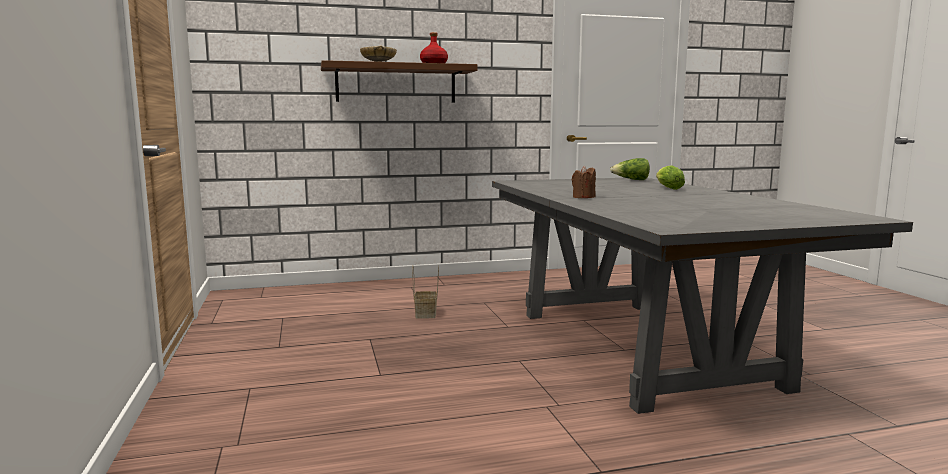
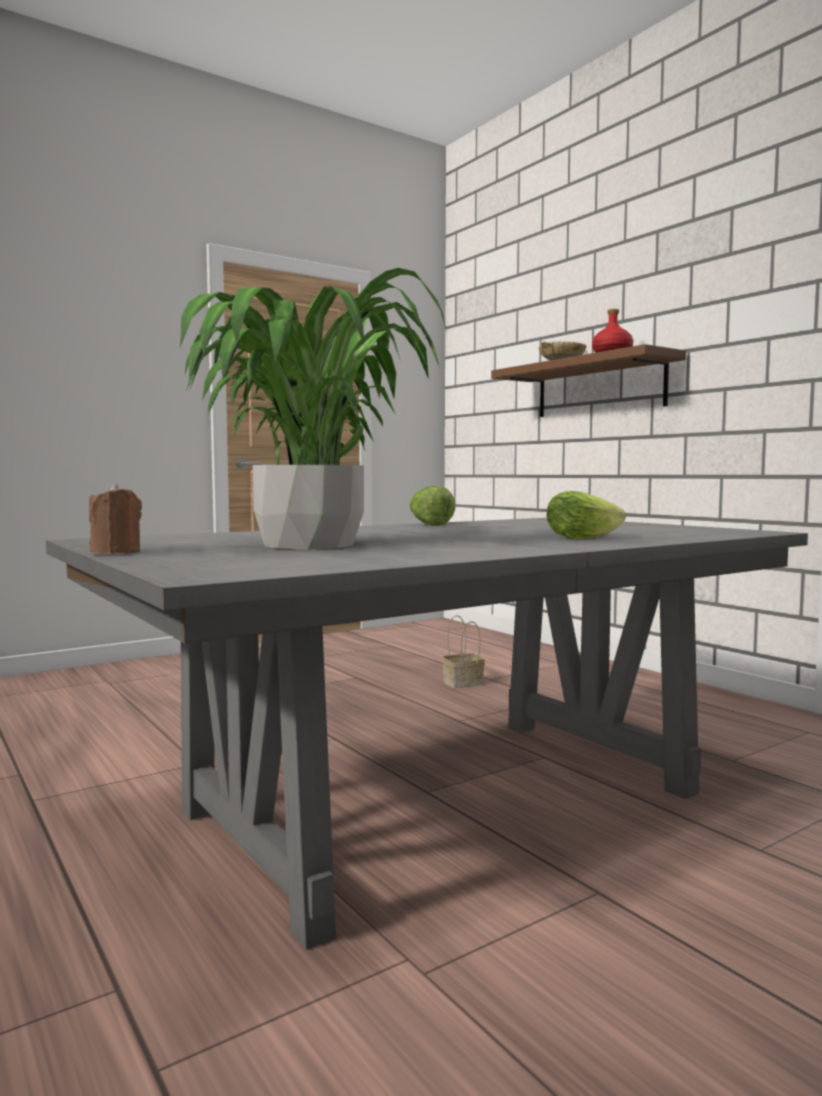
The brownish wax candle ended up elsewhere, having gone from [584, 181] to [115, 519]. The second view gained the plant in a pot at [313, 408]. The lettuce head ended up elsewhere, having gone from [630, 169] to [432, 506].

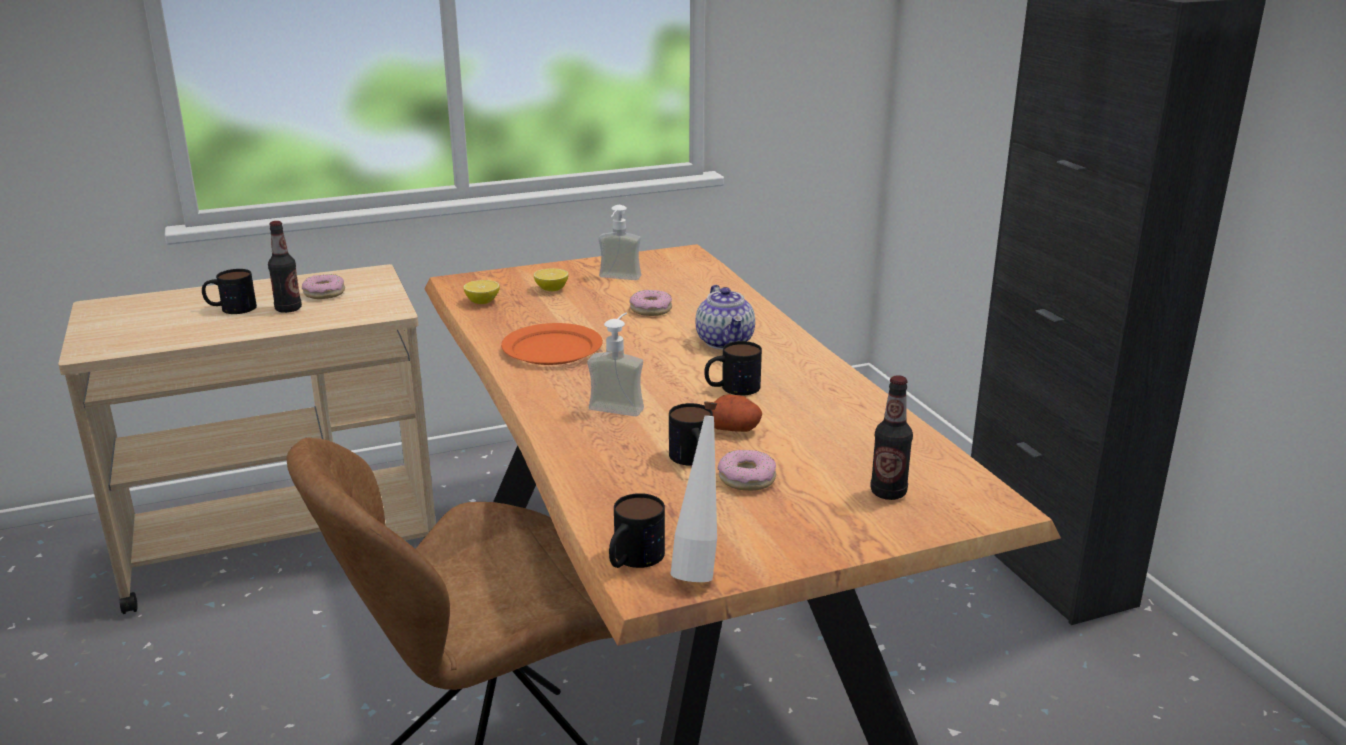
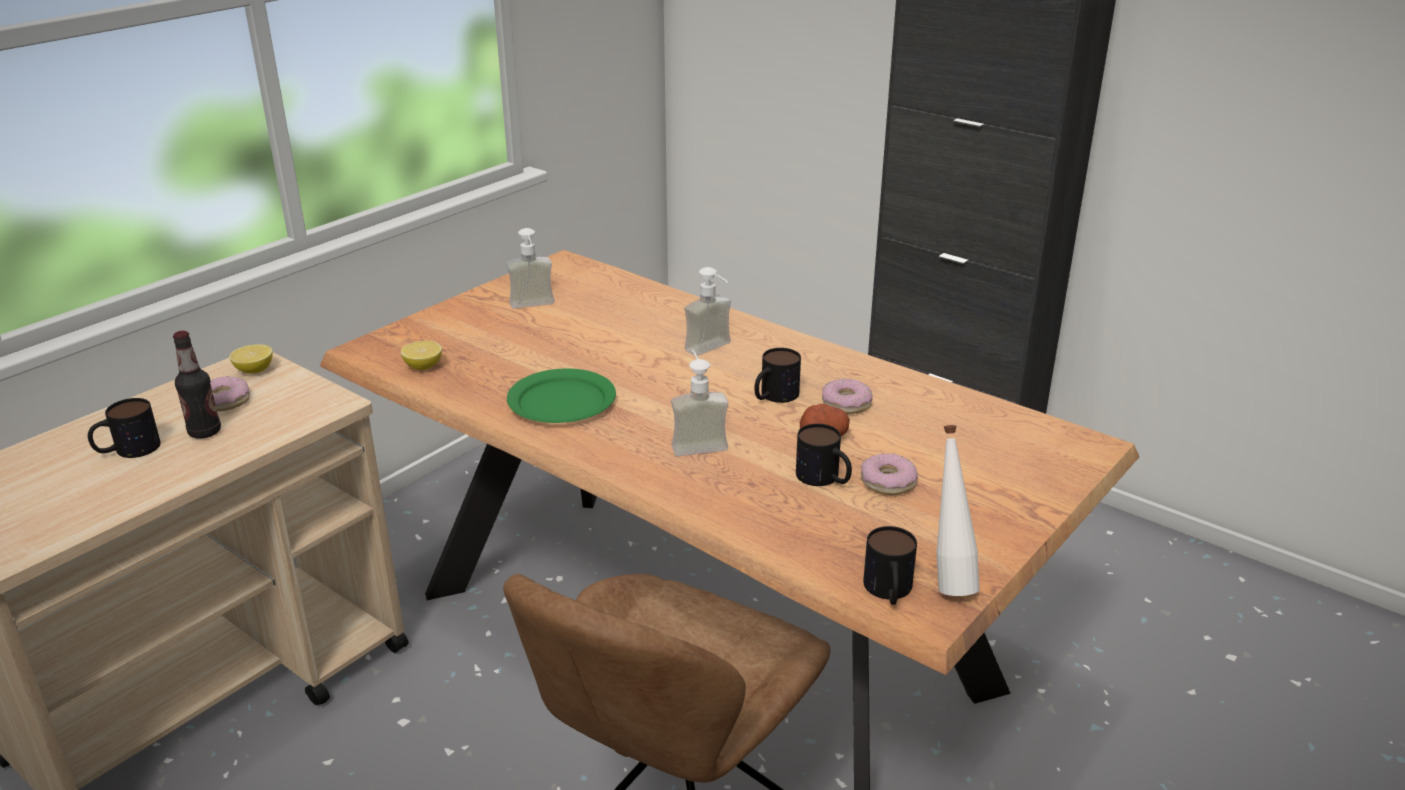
The whole lemon ended up elsewhere, having gone from [551, 279] to [251, 359]. What was the orangey dinner plate at [552, 344] turned into the green-coloured dinner plate at [561, 395]. Where the pot for tea stood at [725, 317], the liquid soap bottle came to stand at [707, 311]. The doughnut ended up elsewhere, having gone from [650, 303] to [847, 396]. The second view lost the beverage bottle at [891, 437].

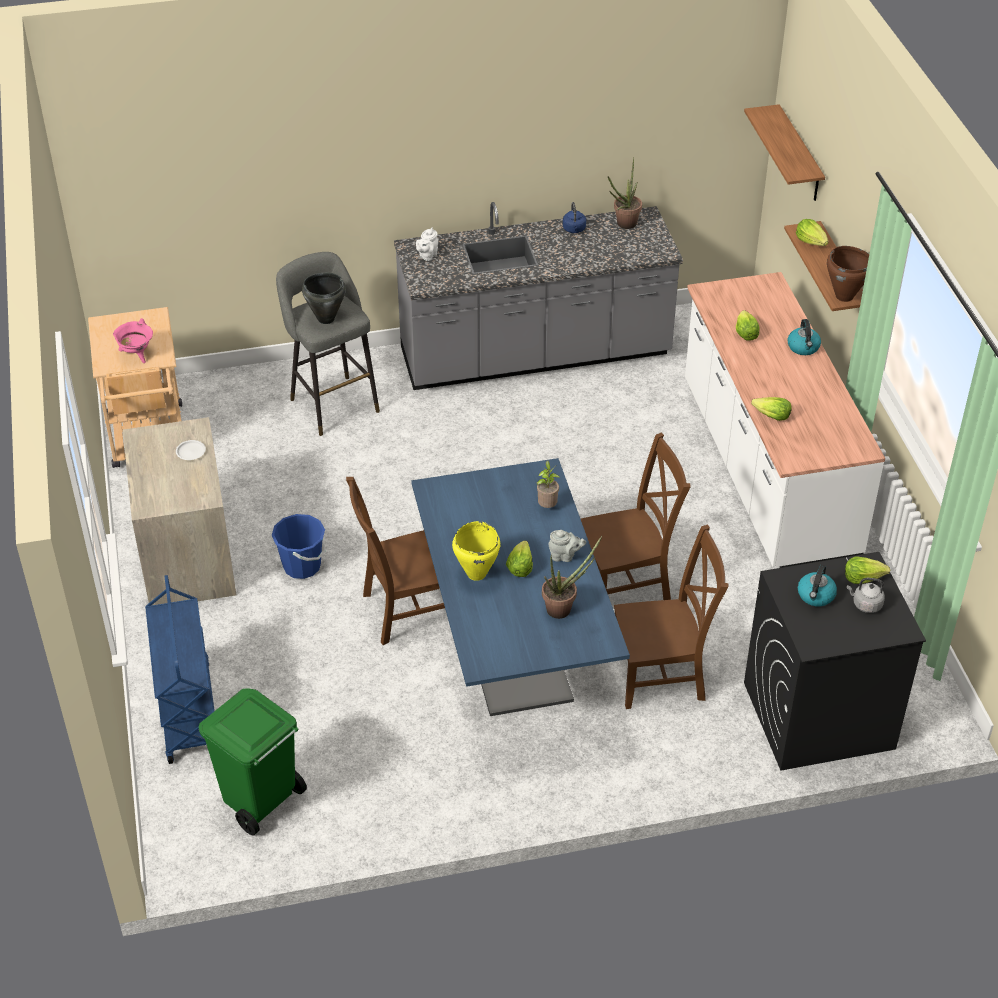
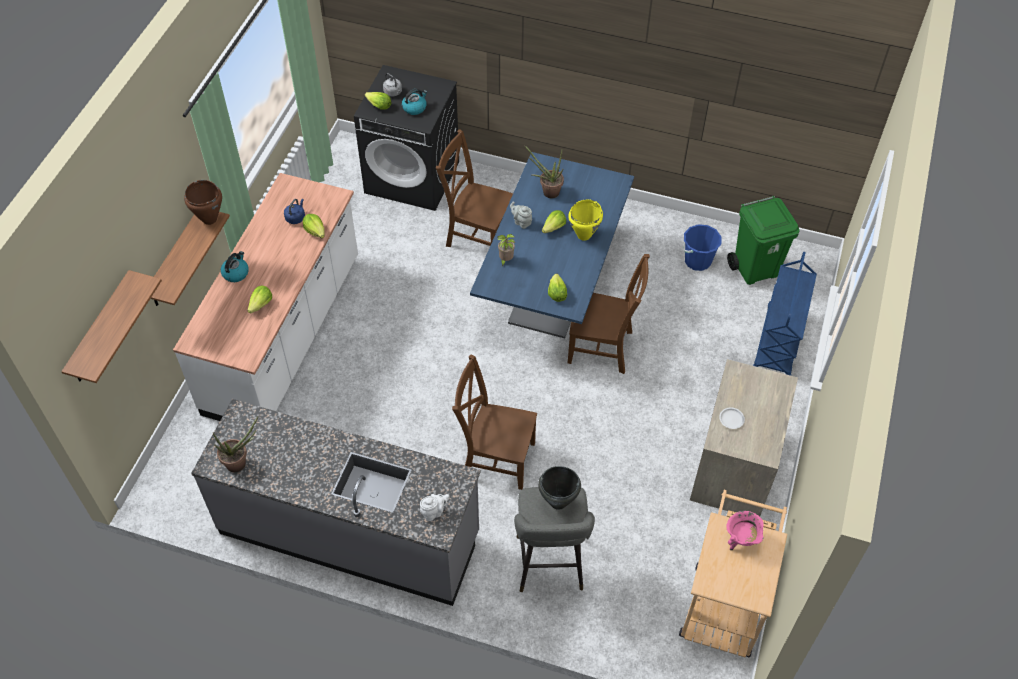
The blue water kettle ended up elsewhere, having gone from [574, 217] to [294, 211]. The brownish plain chair ended up elsewhere, having gone from [636, 516] to [494, 422]. The lettuce head ended up elsewhere, having gone from [812, 232] to [557, 288]. The blue water bucket ended up elsewhere, having gone from [298, 546] to [701, 247].

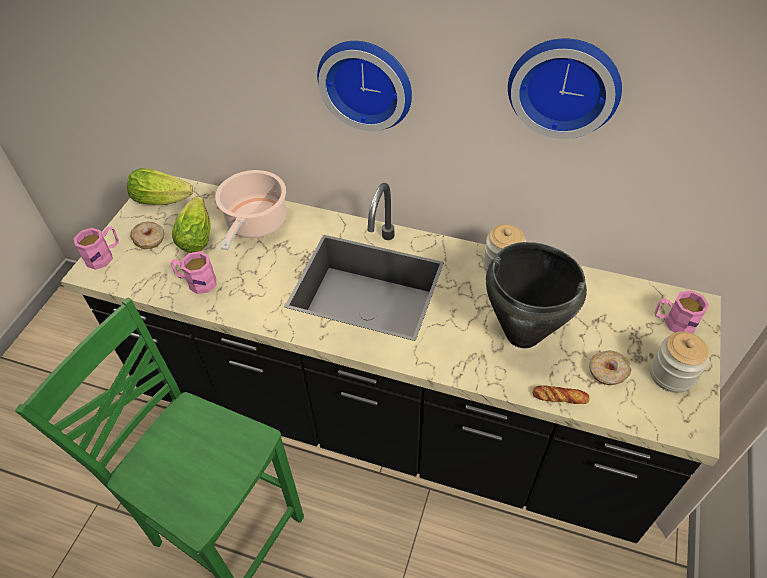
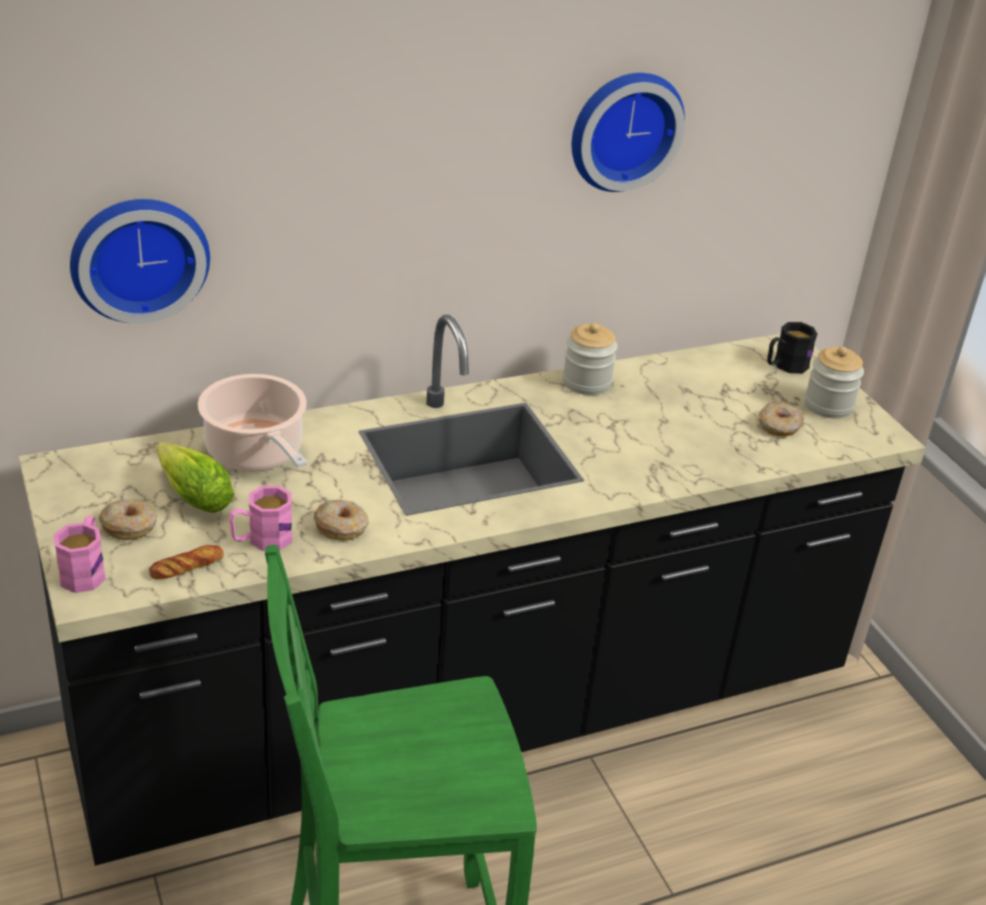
The wall clock ended up elsewhere, having gone from [364, 86] to [140, 261]. The baked bread ended up elsewhere, having gone from [561, 394] to [186, 562]. The second view gained the doughnut at [341, 520]. What was the pinkish mug at [682, 312] turned into the black mug at [792, 347]. The second view lost the lettuce head at [160, 186]. The second view lost the black saucepot at [536, 295].

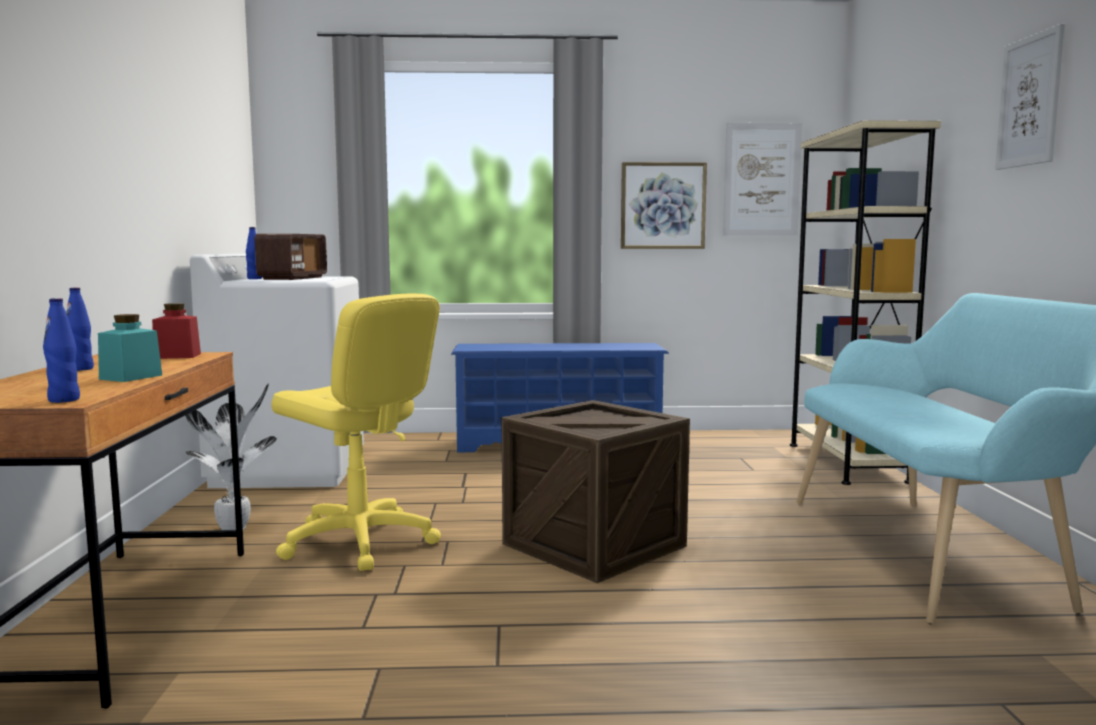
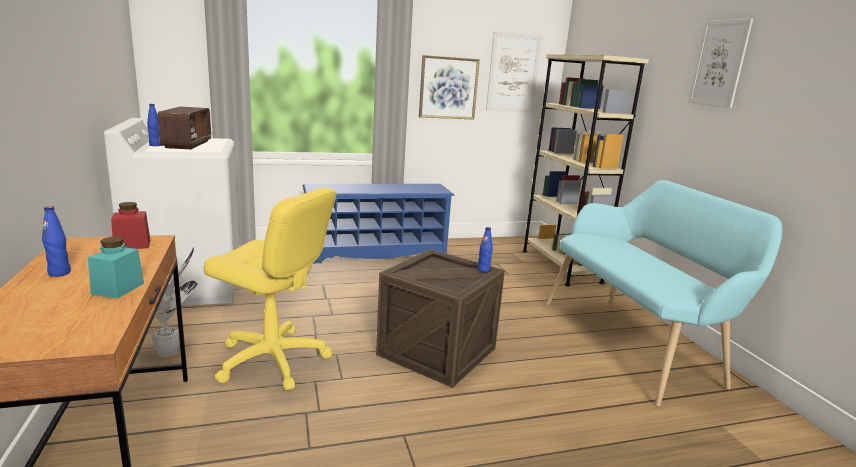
The blue beverage bottle ended up elsewhere, having gone from [61, 350] to [485, 249].

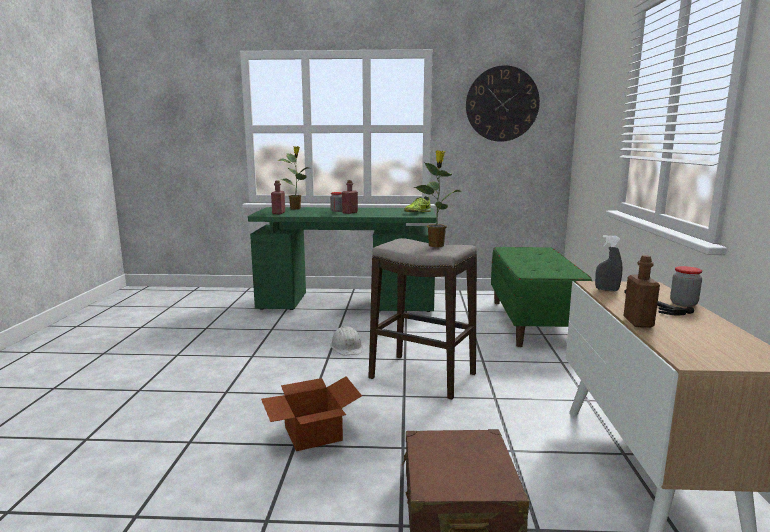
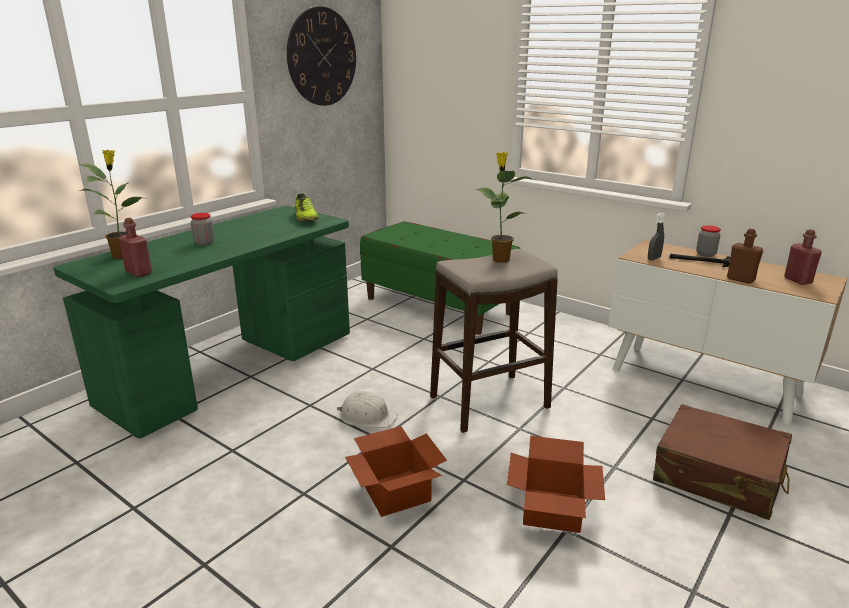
The second view gained the cardboard box at [396, 471]. The red beverage bottle ended up elsewhere, having gone from [350, 197] to [803, 257].

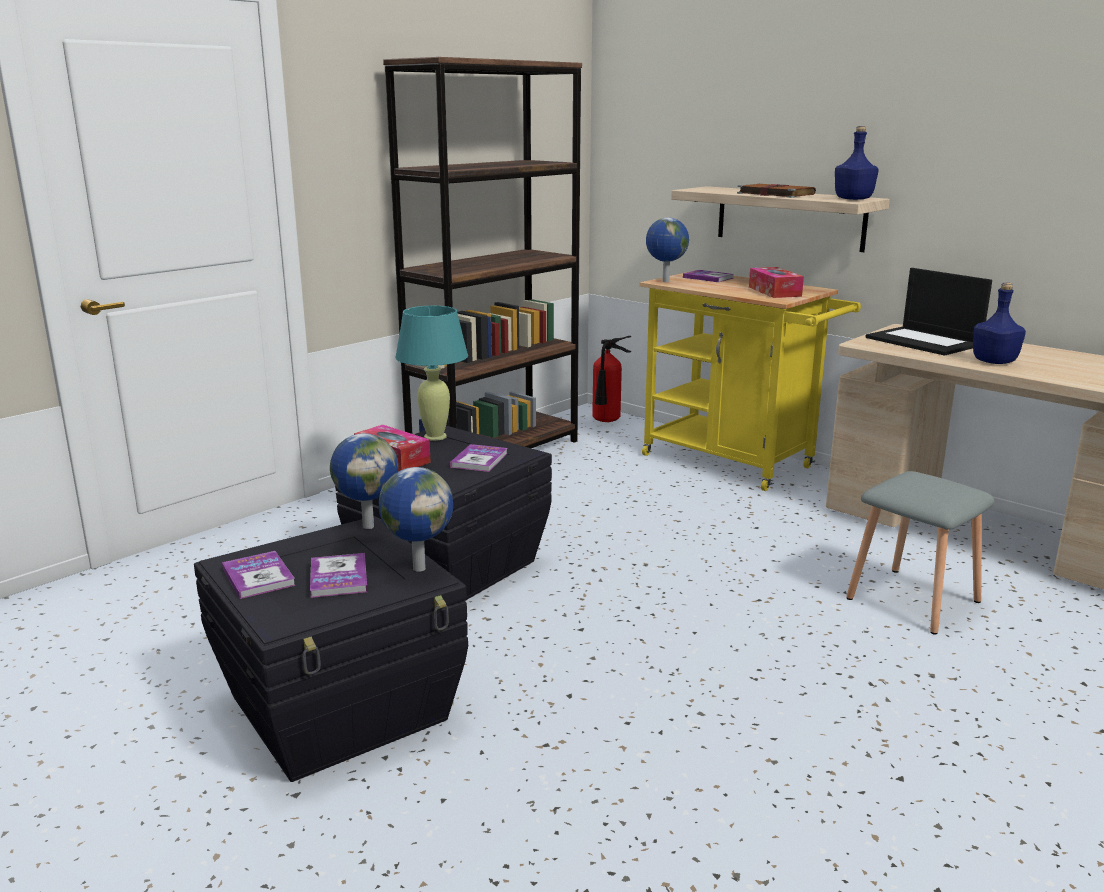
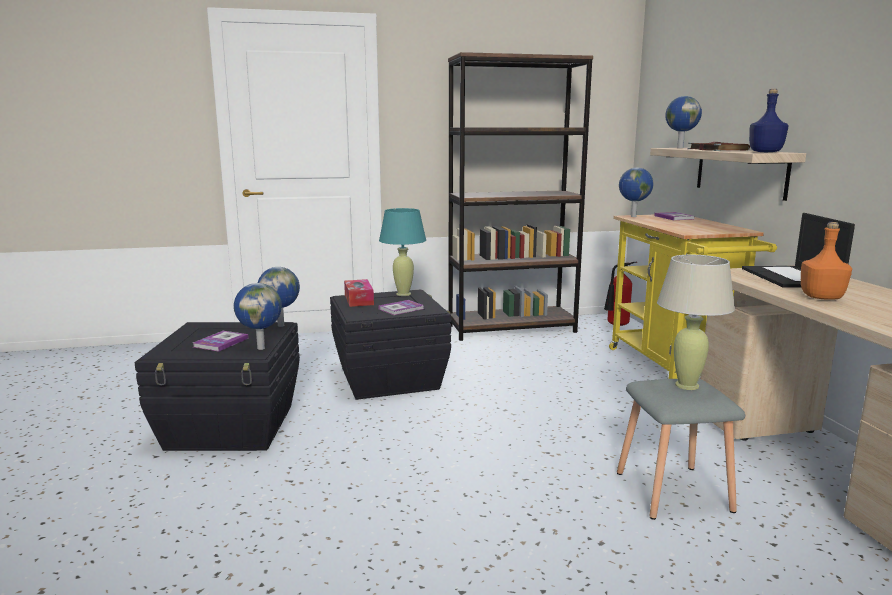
The second view gained the sand-coloured tabletop lamp at [696, 322]. The second view gained the globe at [683, 122]. What was the blue beverage bottle at [999, 323] turned into the orangey beverage bottle at [826, 261]. The second view lost the volume at [259, 575]. The second view lost the tissue holder at [776, 282].

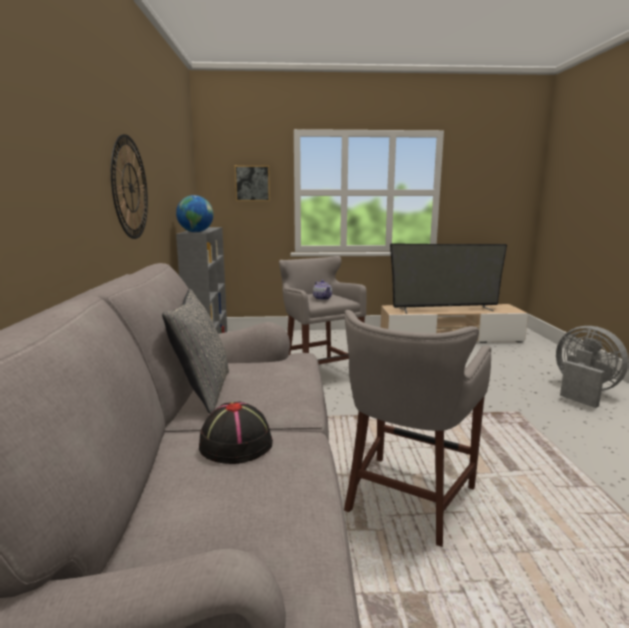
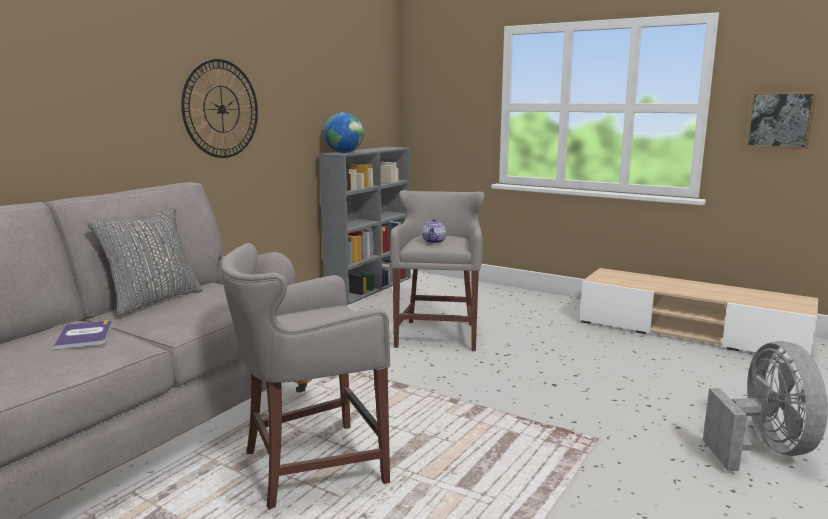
Where the black hat stood at [236, 432], the volume came to stand at [83, 335]. The wall picture ended up elsewhere, having gone from [252, 183] to [781, 120]. The second view lost the TV set at [448, 278].

